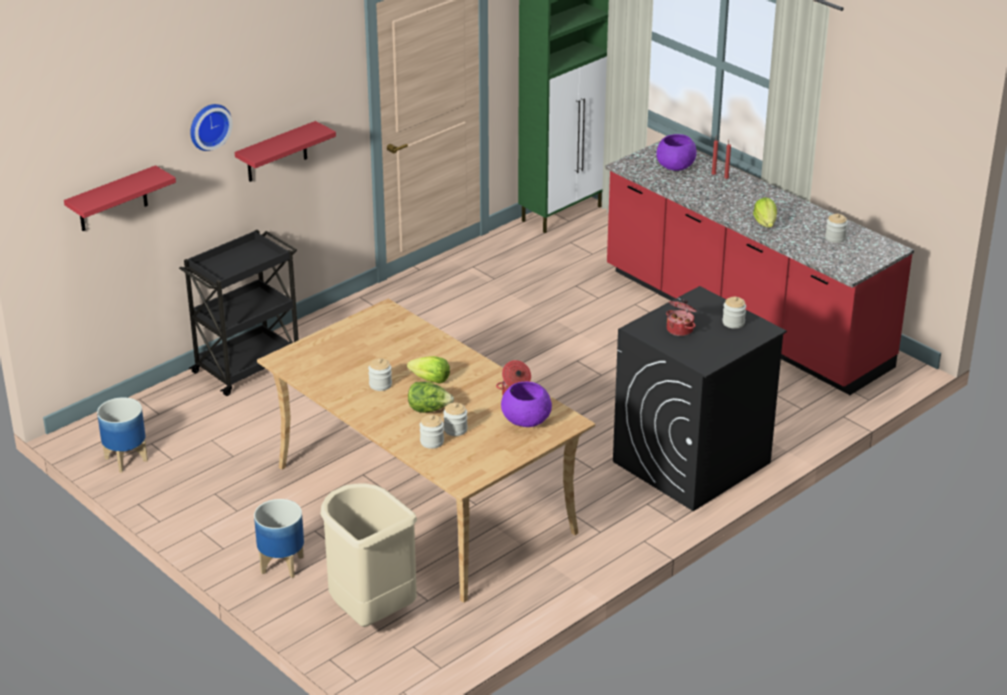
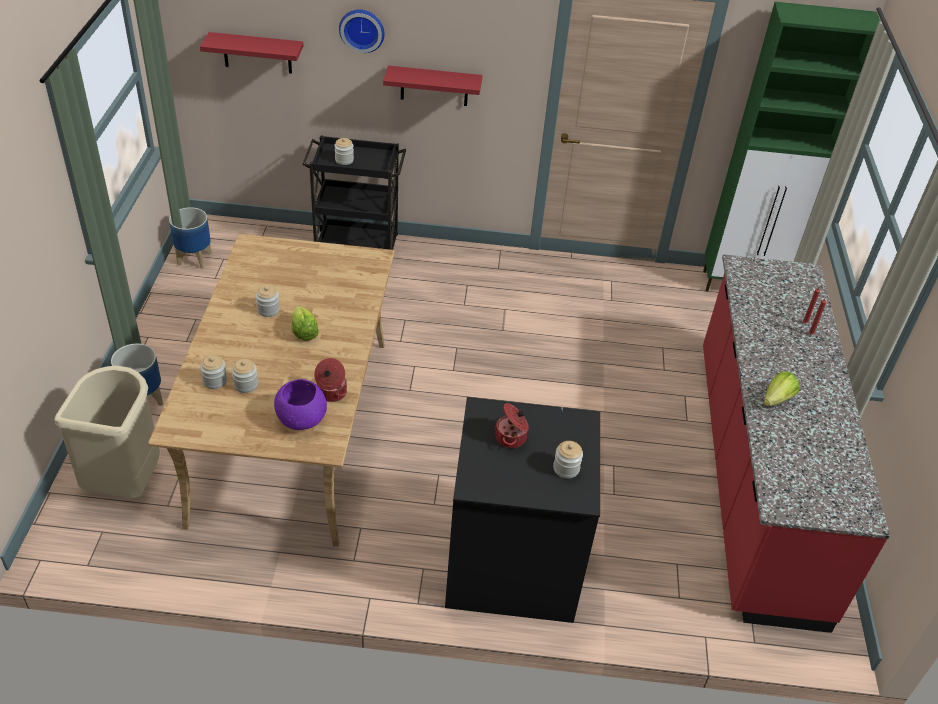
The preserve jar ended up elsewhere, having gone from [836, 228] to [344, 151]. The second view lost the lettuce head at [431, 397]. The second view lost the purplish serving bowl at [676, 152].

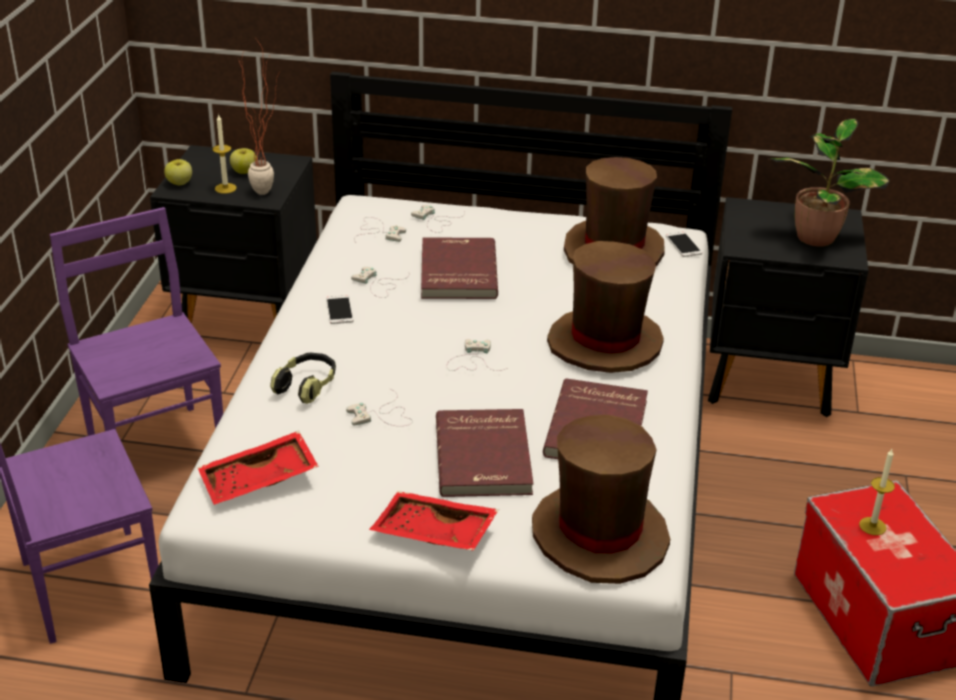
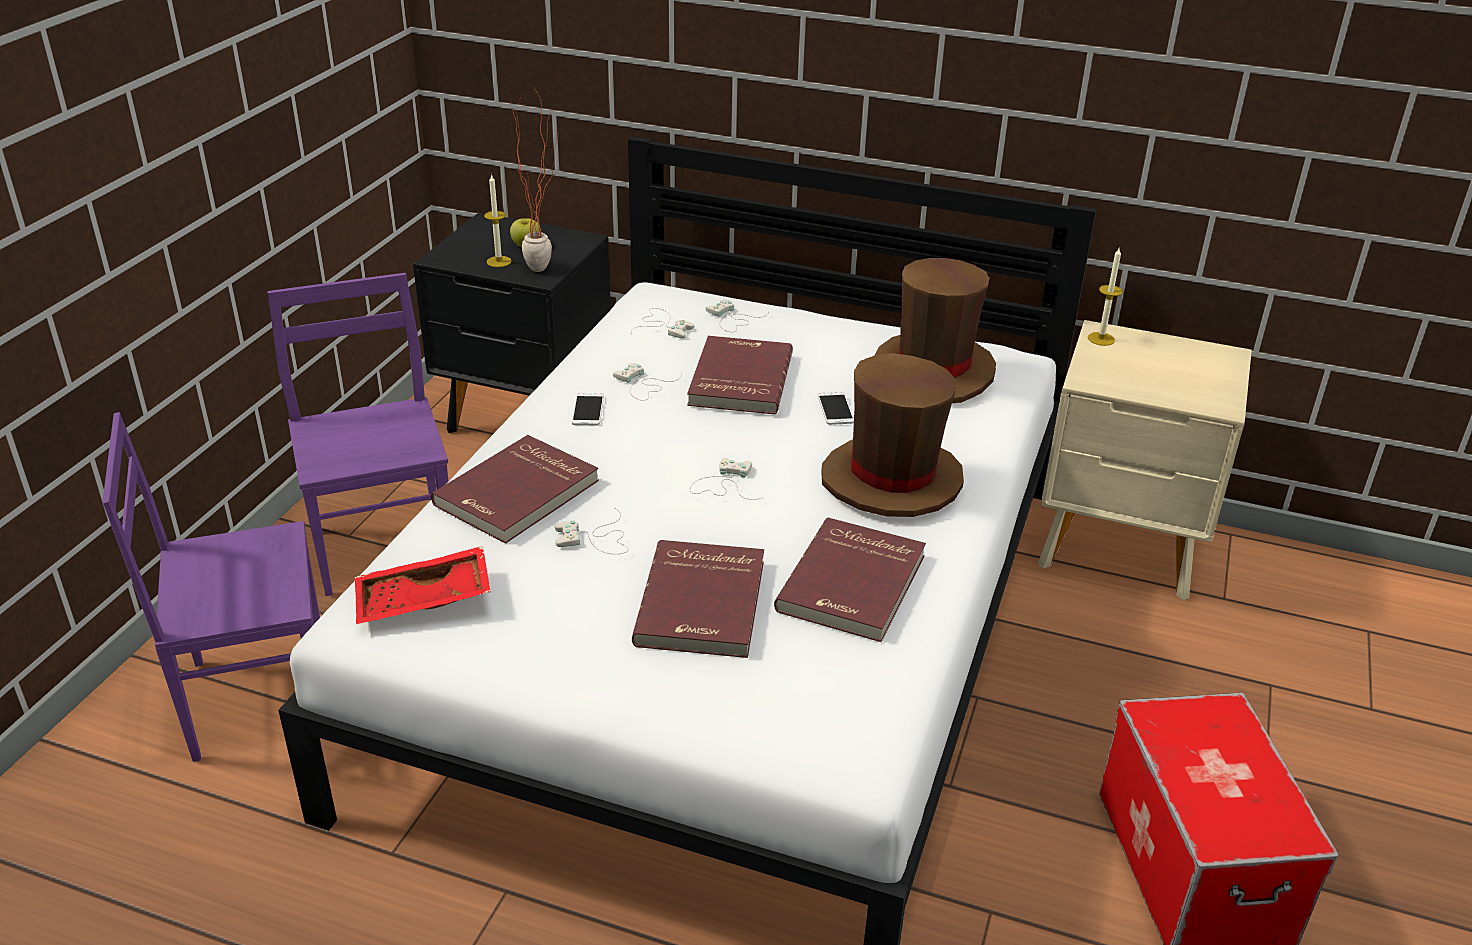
Where the headset stood at [303, 378], the red volume came to stand at [515, 489]. The phone ended up elsewhere, having gone from [684, 244] to [836, 408]. What was the black bedside table at [788, 307] turned into the sand-coloured bedside table at [1145, 460]. The wax candle ended up elsewhere, having gone from [877, 492] to [1105, 297]. The second view lost the apple at [178, 172]. The second view lost the red serving tray at [434, 521]. The second view lost the brownish hat at [601, 499]. The second view lost the plant in a pot at [830, 182].

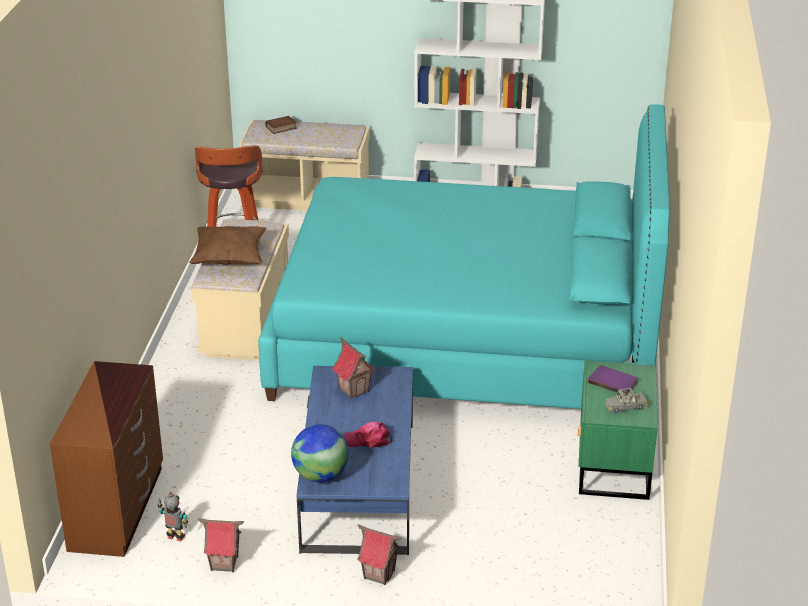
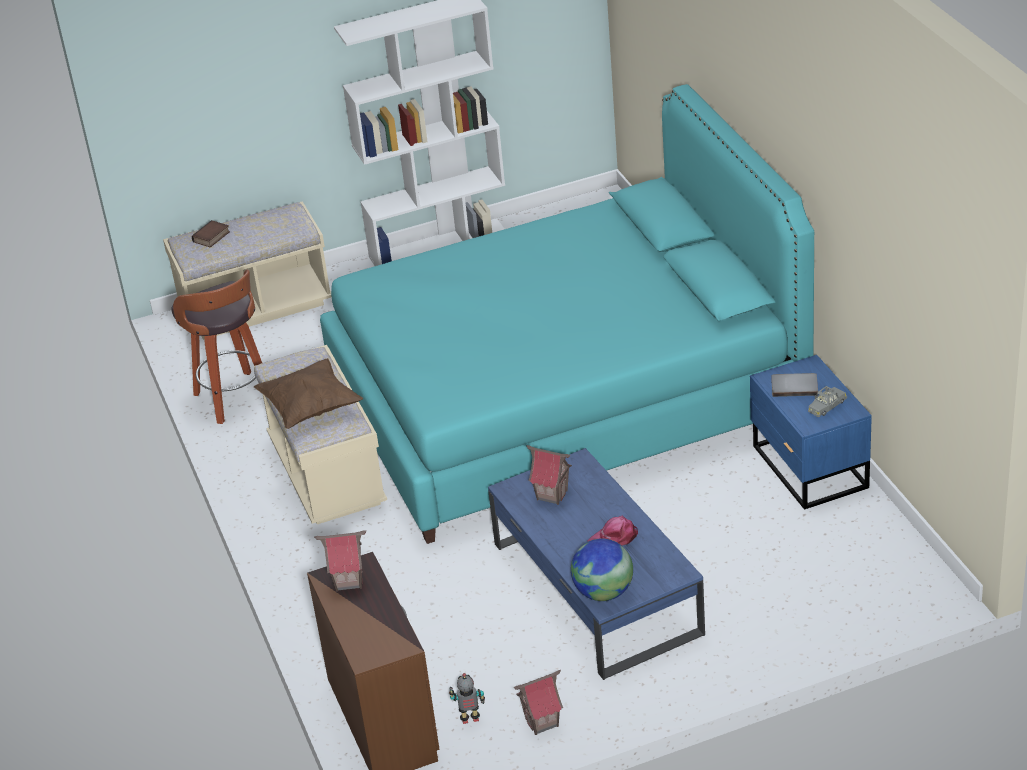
The miniature house ended up elsewhere, having gone from [379, 555] to [340, 560]. What was the green-coloured bedside table at [618, 430] turned into the blue bedside table at [811, 432]. What was the purplish volume at [612, 379] turned into the gray volume at [794, 385].

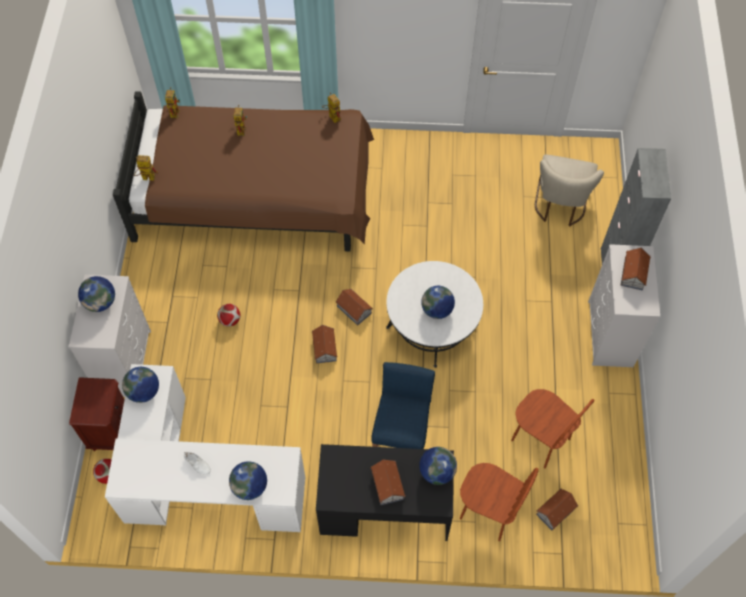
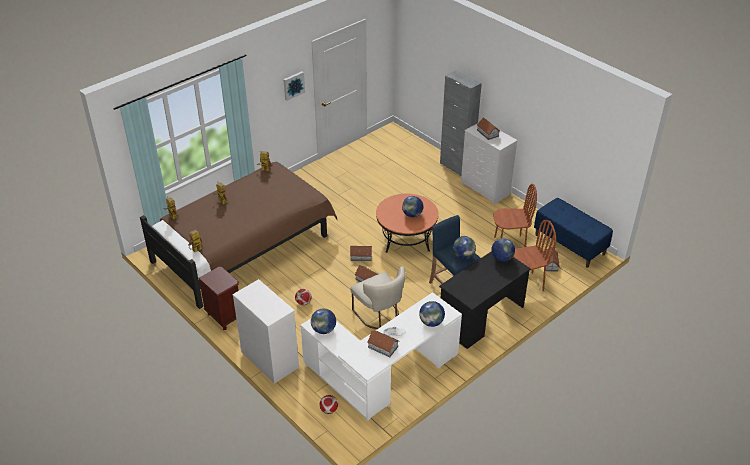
The brownish bedside table ended up elsewhere, having gone from [97, 414] to [218, 298]. The second view gained the wall picture at [294, 86]. The sand-coloured plain chair ended up elsewhere, having gone from [569, 190] to [378, 297]. The miniature house ended up elsewhere, having gone from [388, 482] to [383, 344]. What was the whitish coffee table at [434, 314] turned into the orangey coffee table at [407, 223]. The globe ended up elsewhere, having gone from [96, 294] to [464, 247]. The second view gained the blue bench at [573, 233].

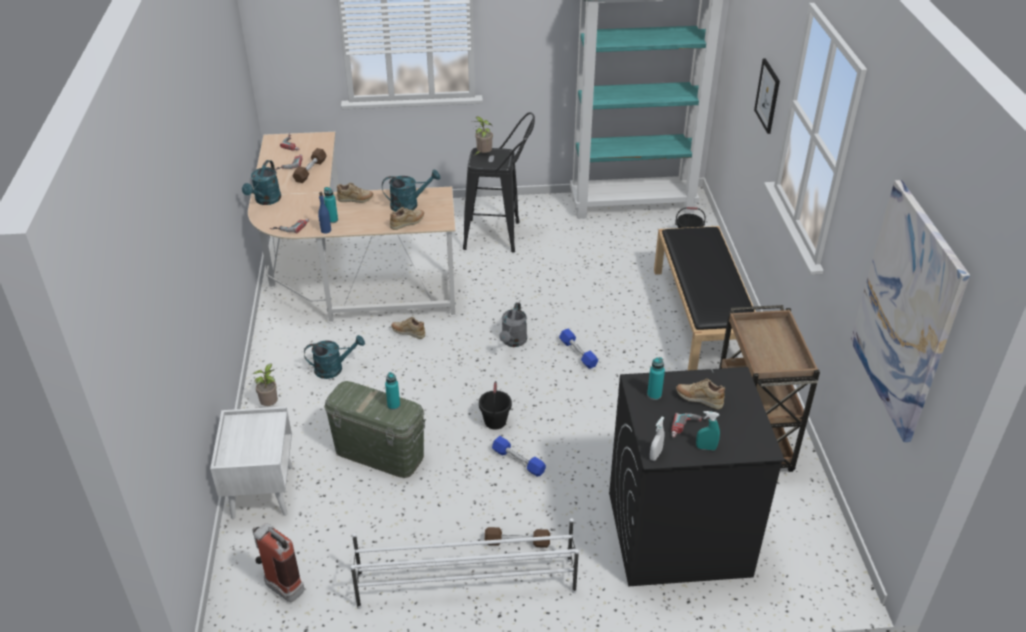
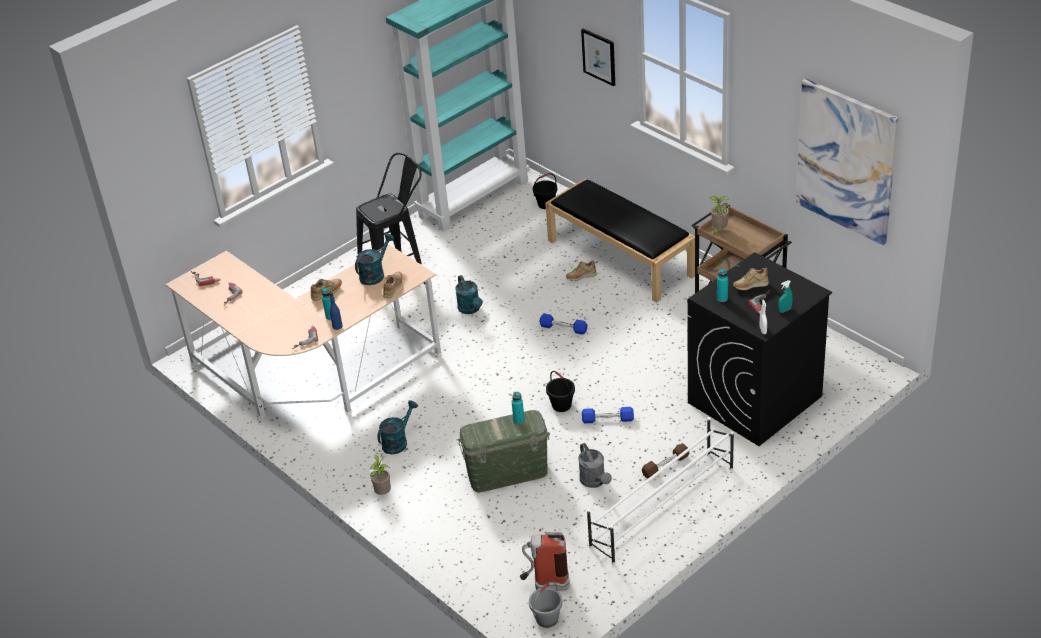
The turquoise watering can ended up elsewhere, having gone from [261, 182] to [468, 294]. The second view gained the gray water bucket at [545, 605]. The sand-coloured low shoe ended up elsewhere, having gone from [408, 328] to [581, 270]. The gray watering can ended up elsewhere, having gone from [513, 324] to [595, 465]. The plant in a pot ended up elsewhere, having gone from [482, 136] to [719, 215]. The second view lost the whitish bedside table at [251, 462]. The second view lost the brownish dumbbell at [310, 165].

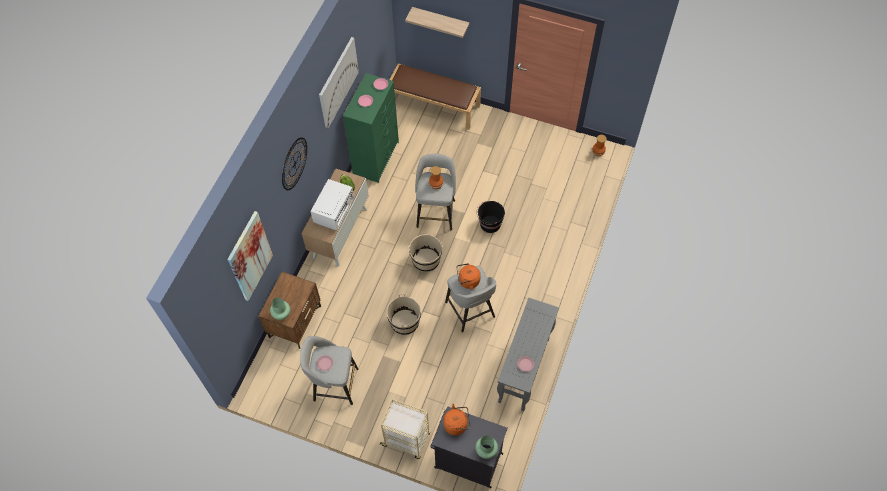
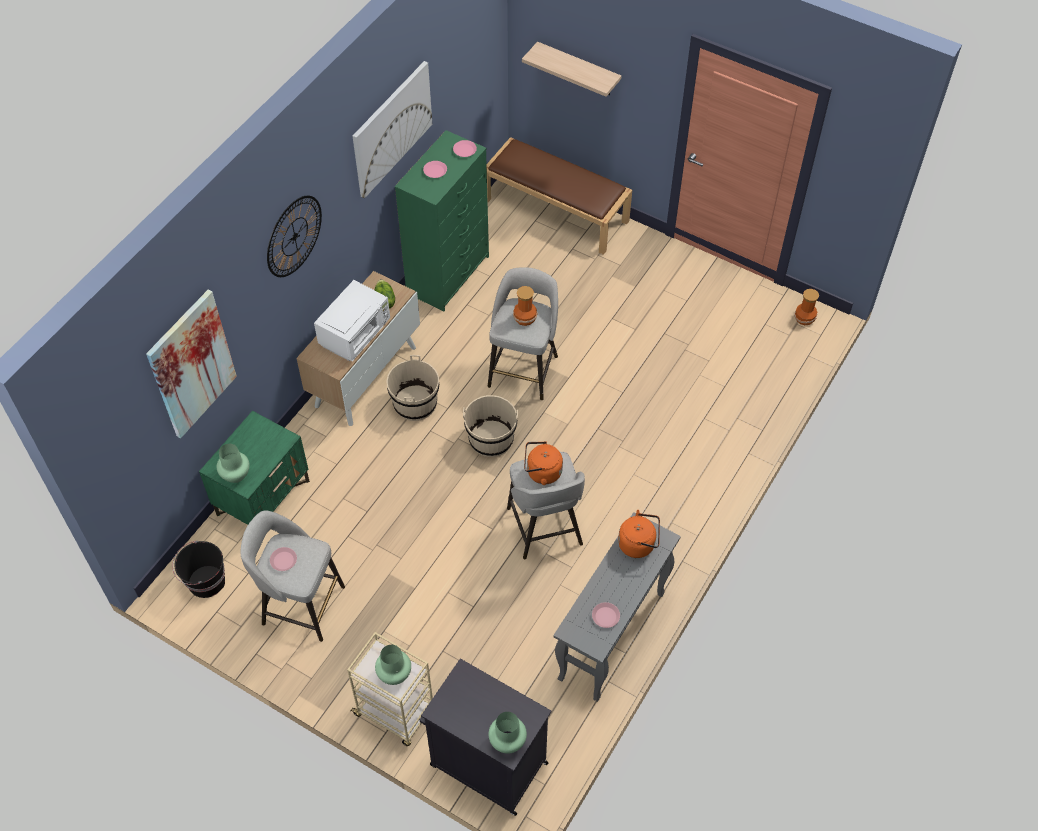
The black water bucket ended up elsewhere, having gone from [490, 217] to [199, 569]. What was the brownish bedside table at [289, 310] turned into the green-coloured bedside table at [254, 468]. The second view gained the green-coloured vase at [393, 665]. The sand-coloured water bucket ended up elsewhere, having gone from [404, 314] to [413, 388]. The orangey water kettle ended up elsewhere, having gone from [456, 419] to [639, 534].

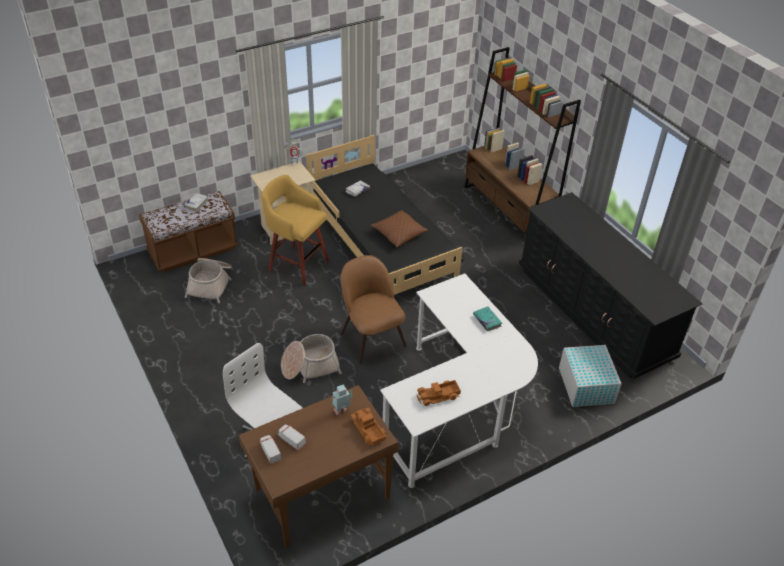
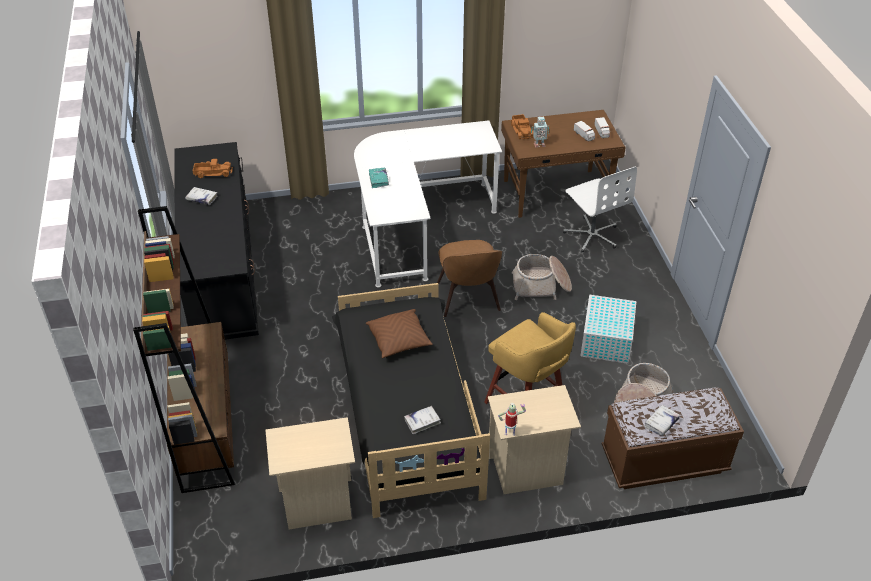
The second view gained the whitish volume at [201, 196]. The toy truck ended up elsewhere, having gone from [439, 393] to [213, 168]. The second view gained the sand-coloured bedside table at [310, 473]. The whitish storage bin ended up elsewhere, having gone from [590, 376] to [608, 329].

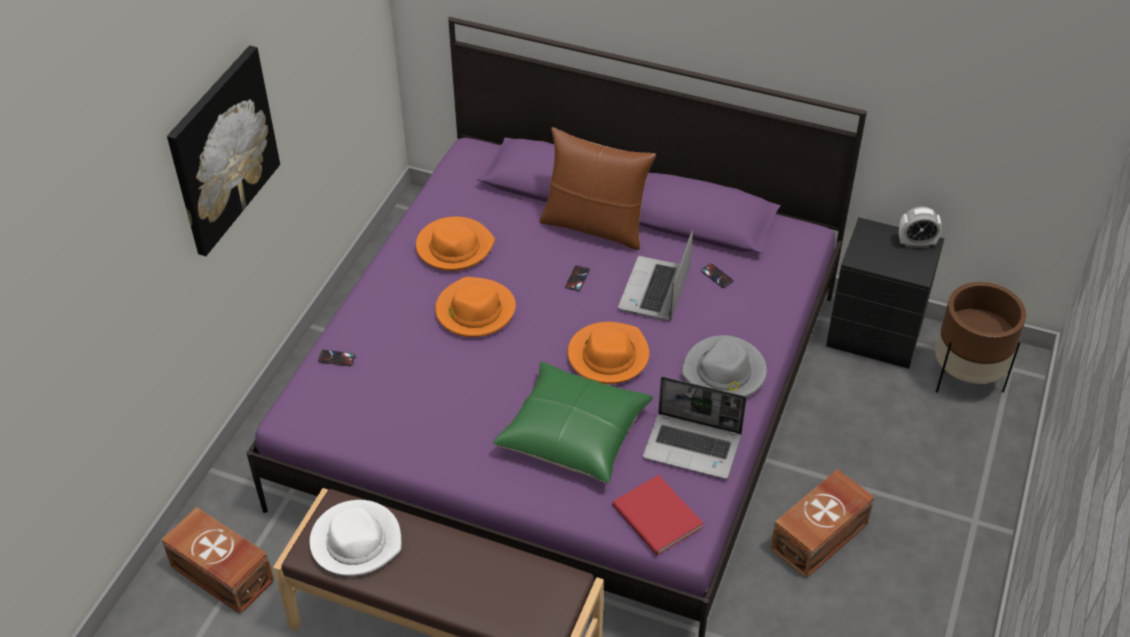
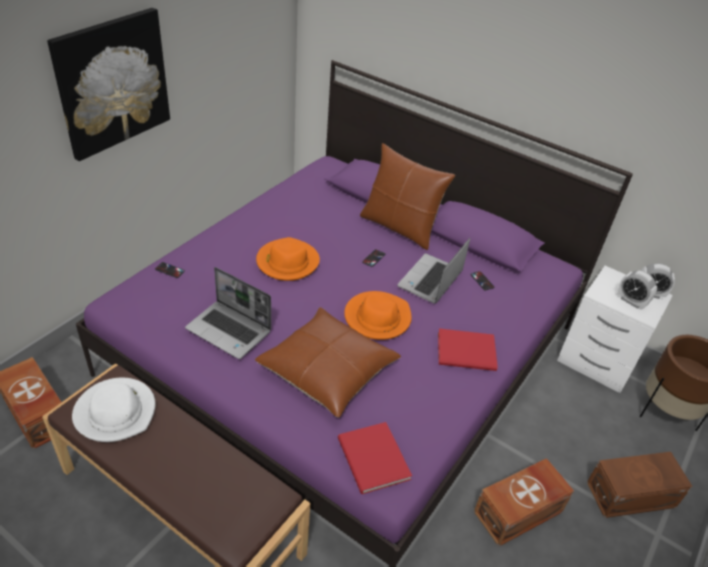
The notebook computer ended up elsewhere, having gone from [695, 427] to [228, 313]. What was the green-coloured pillow at [573, 422] turned into the brownish pillow at [328, 362]. Where the gray hat stood at [724, 366], the red volume came to stand at [468, 350]. What was the black bedside table at [885, 293] turned into the whitish bedside table at [615, 329]. The second view gained the brownish storage bin at [640, 485]. The second view gained the table clock at [637, 289]. The second view lost the orangey hat at [455, 244].

